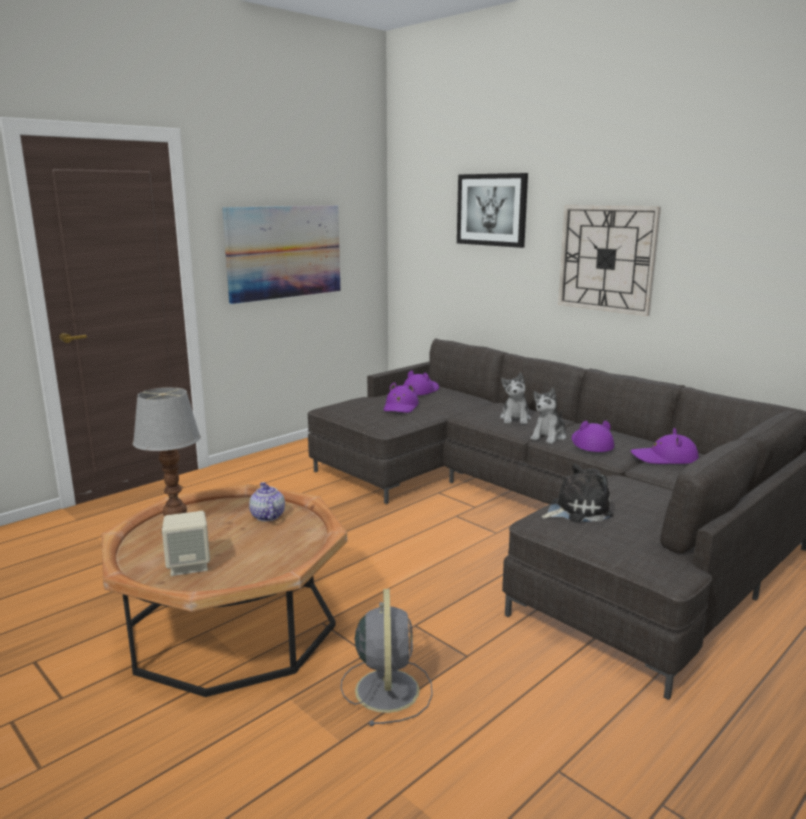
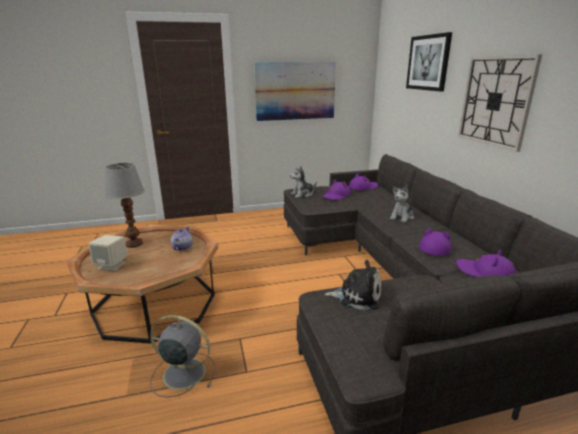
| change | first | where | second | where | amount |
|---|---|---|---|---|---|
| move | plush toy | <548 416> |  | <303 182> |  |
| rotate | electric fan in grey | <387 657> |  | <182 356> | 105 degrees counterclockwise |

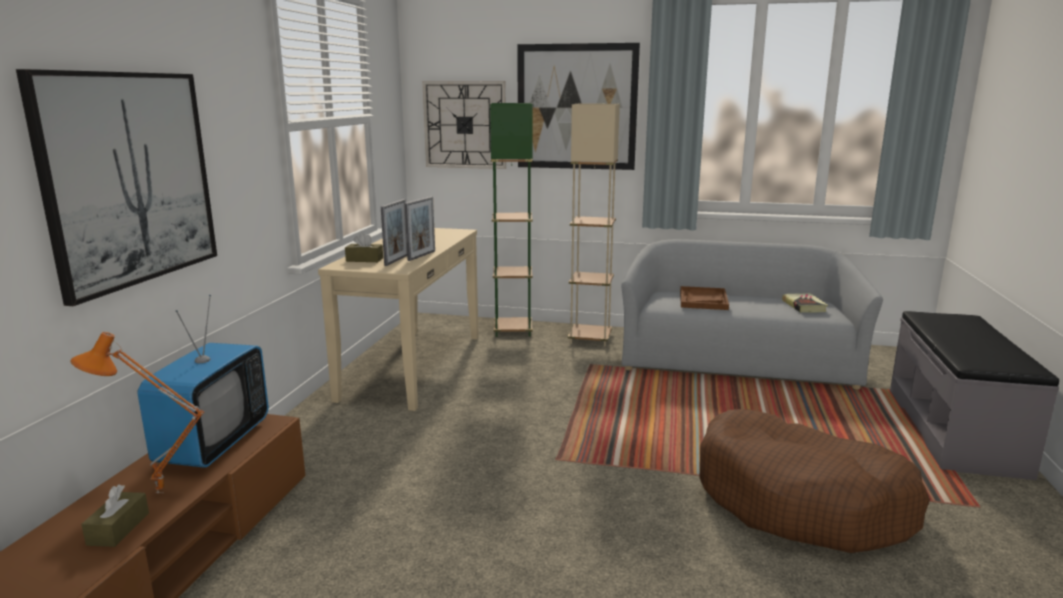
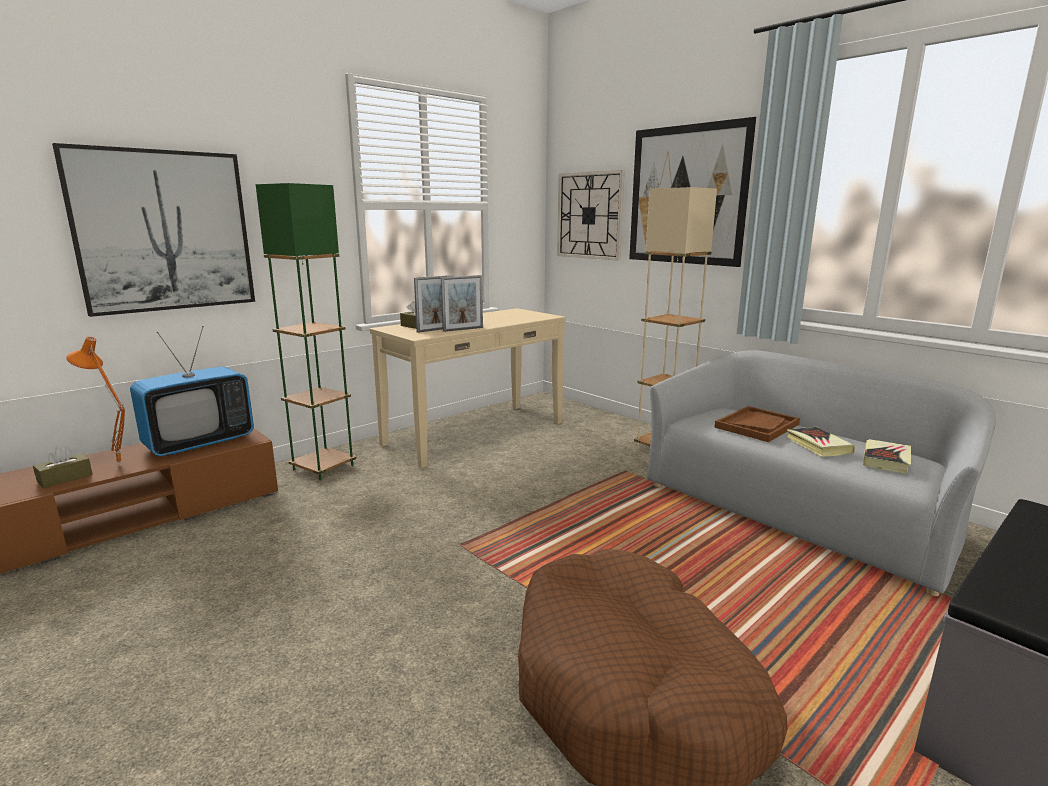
| change | first | where | second | where | amount |
|---|---|---|---|---|---|
| move | standard lamp in green | <511 220> |  | <306 331> |  |
| insert |  |  | bound book | <821 442> |  |

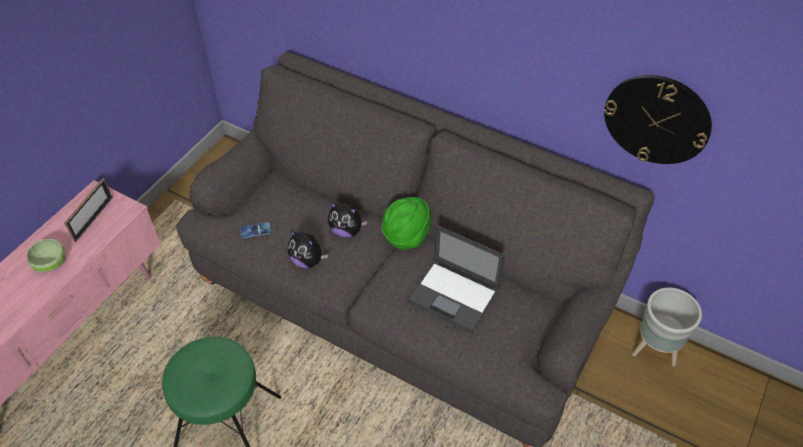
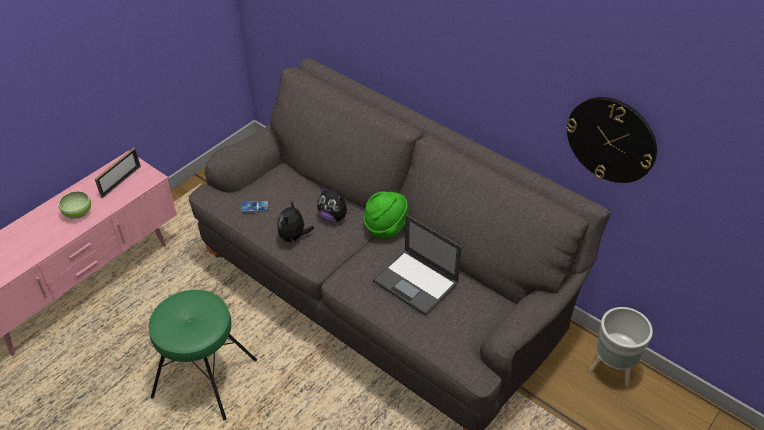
| change | first | where | second | where | amount |
|---|---|---|---|---|---|
| rotate | plush toy | <308 249> |  | <295 222> | 60 degrees clockwise |

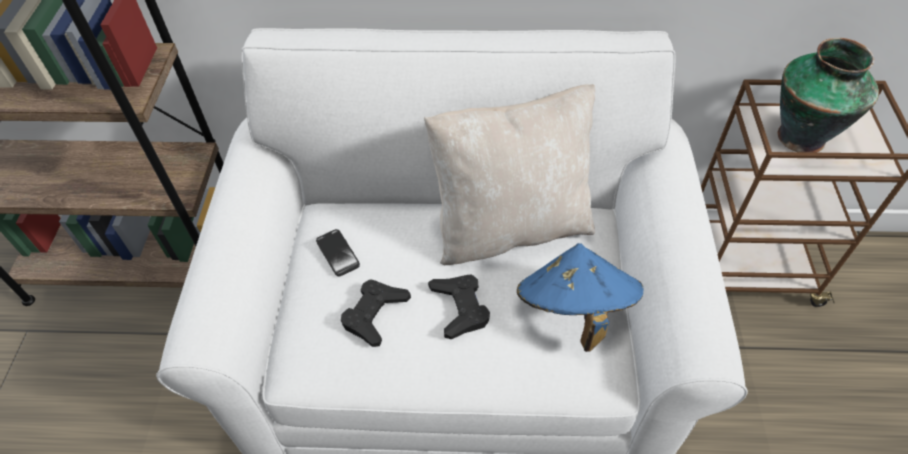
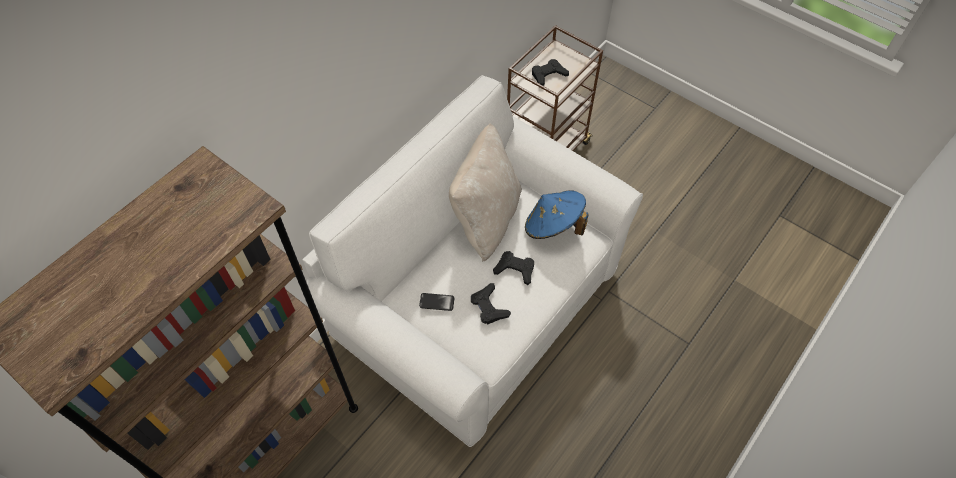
| change | first | where | second | where | amount |
|---|---|---|---|---|---|
| replace | decorative vase | <828 95> | joypad in black | <550 72> |  |

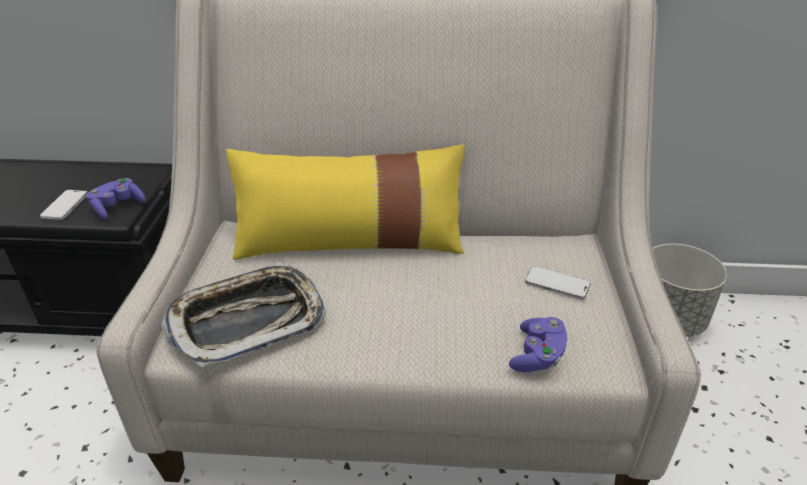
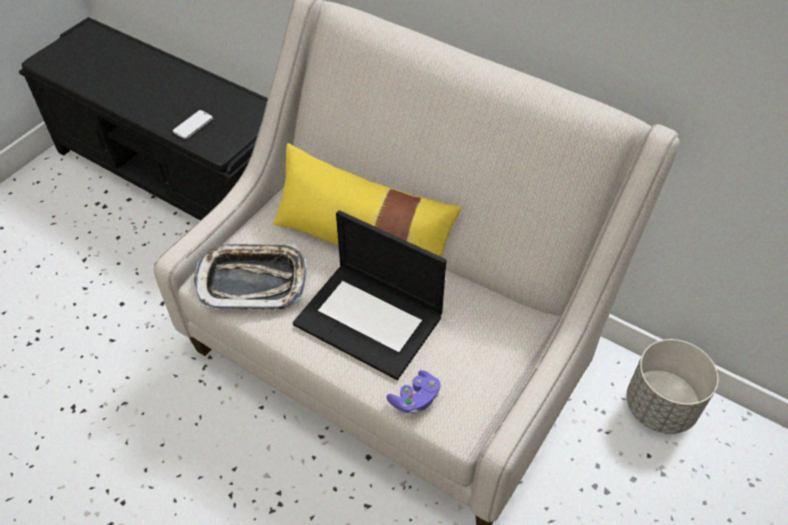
| change | first | where | second | where | amount |
|---|---|---|---|---|---|
| delete | joypad in purple-coloured | <116 199> |  |  |  |
| delete | phone | <558 282> |  |  |  |
| insert |  |  | portable computer | <370 295> |  |

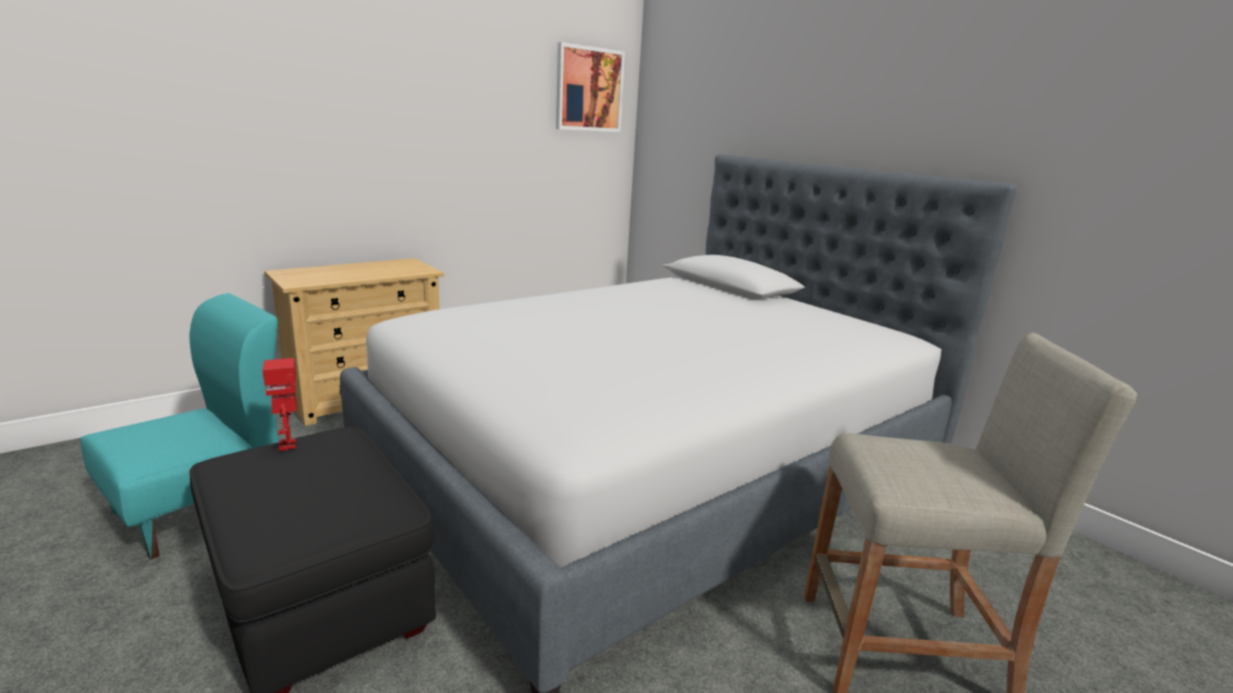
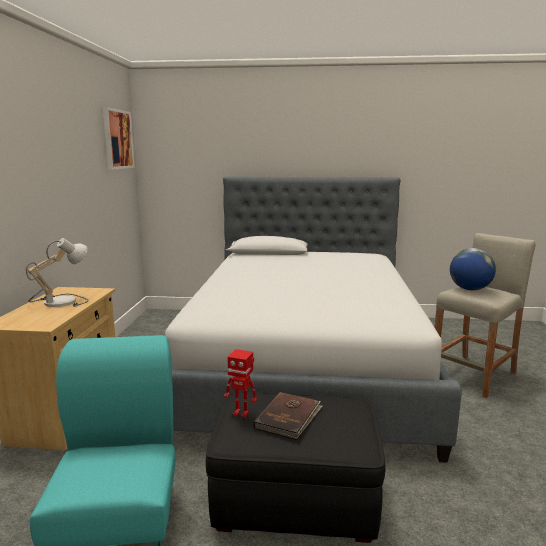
| change | first | where | second | where | amount |
|---|---|---|---|---|---|
| insert |  |  | tabletop lamp | <57 272> |  |
| insert |  |  | world globe | <473 269> |  |
| insert |  |  | bound book in brown | <288 416> |  |

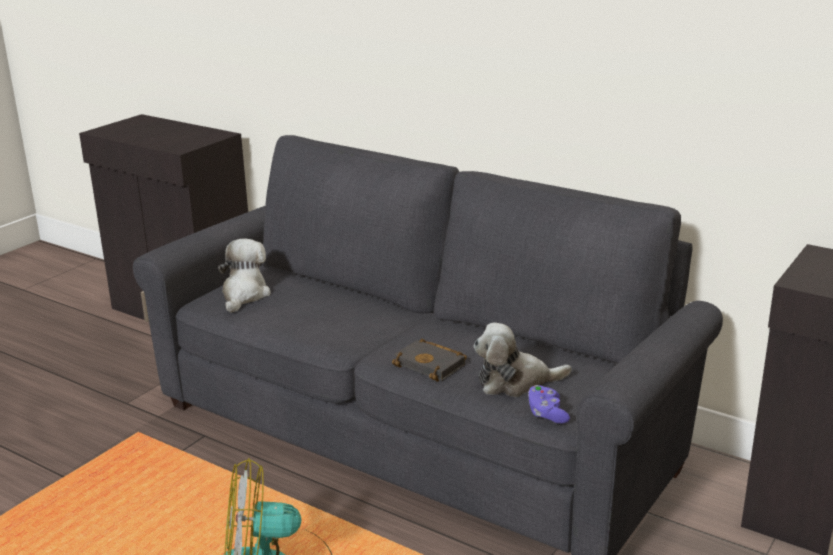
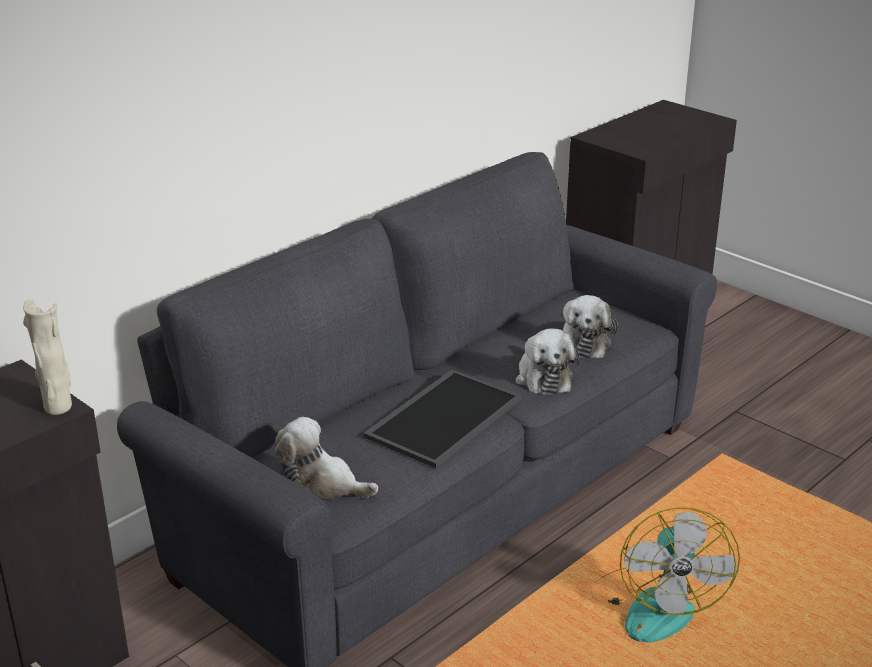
| change | first | where | second | where | amount |
|---|---|---|---|---|---|
| replace | bound book in black | <429 360> | plush toy | <548 361> |  |
| delete | joypad in purple-coloured | <549 404> |  |  |  |
| insert |  |  | decorative vase in beige-coloured | <47 357> |  |
| insert |  |  | serving tray | <442 419> |  |

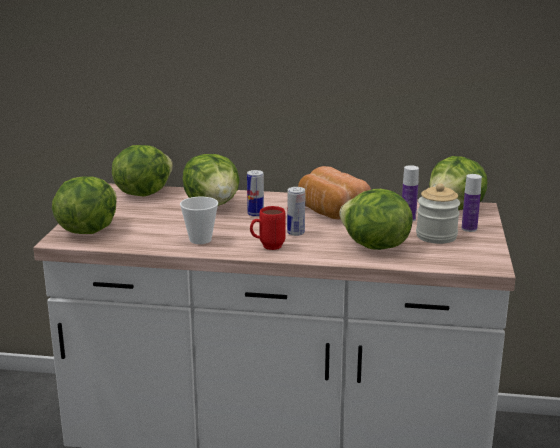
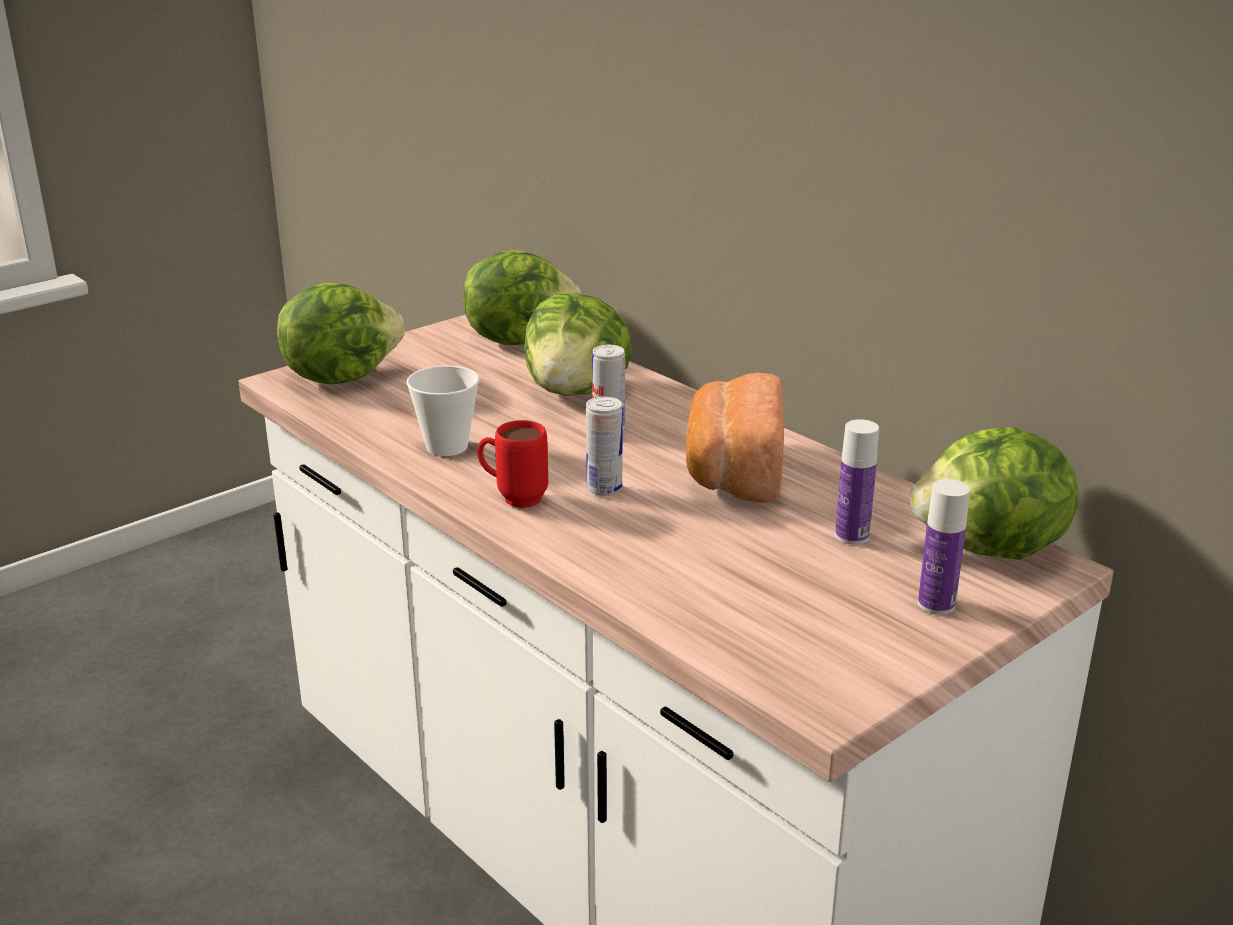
| change | first | where | second | where | amount |
|---|---|---|---|---|---|
| delete | jar | <438 214> |  |  |  |
| delete | lettuce head | <376 219> |  |  |  |

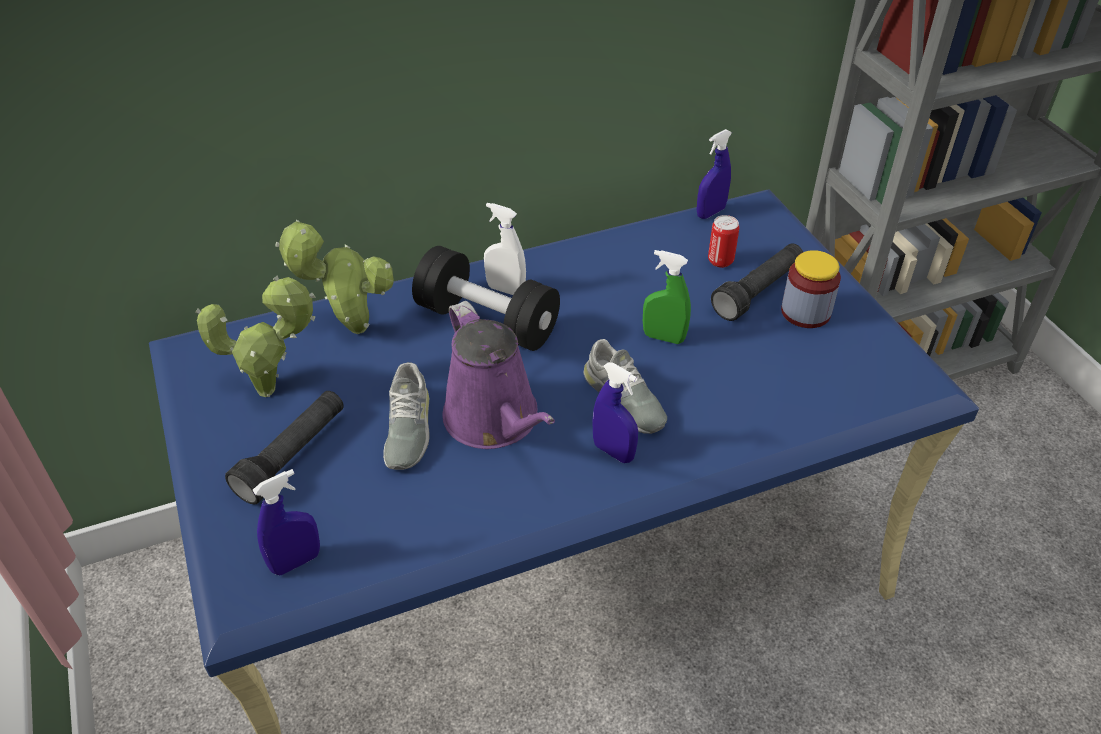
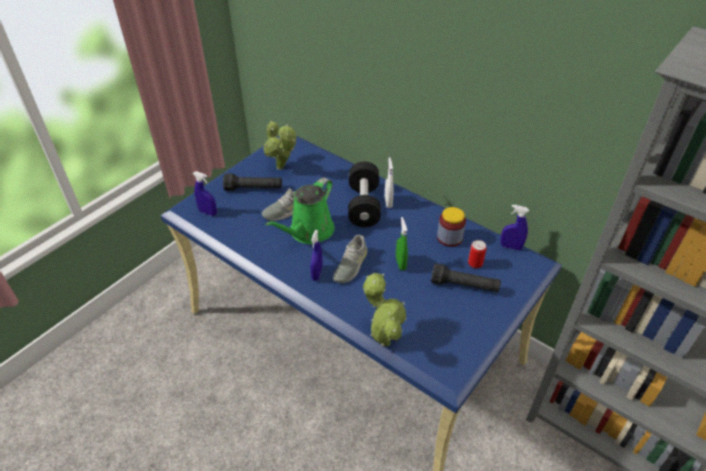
| change | first | where | second | where | amount |
|---|---|---|---|---|---|
| move | plant in a pot | <334 277> |  | <385 310> |  |
| move | jar | <811 289> |  | <451 227> |  |
| recolor | sprinkling can in purple-coloured | <498 375> | sprinkling can in green | <300 211> |  |

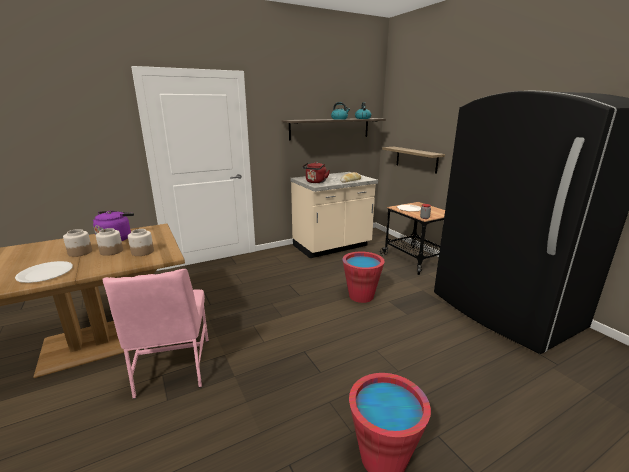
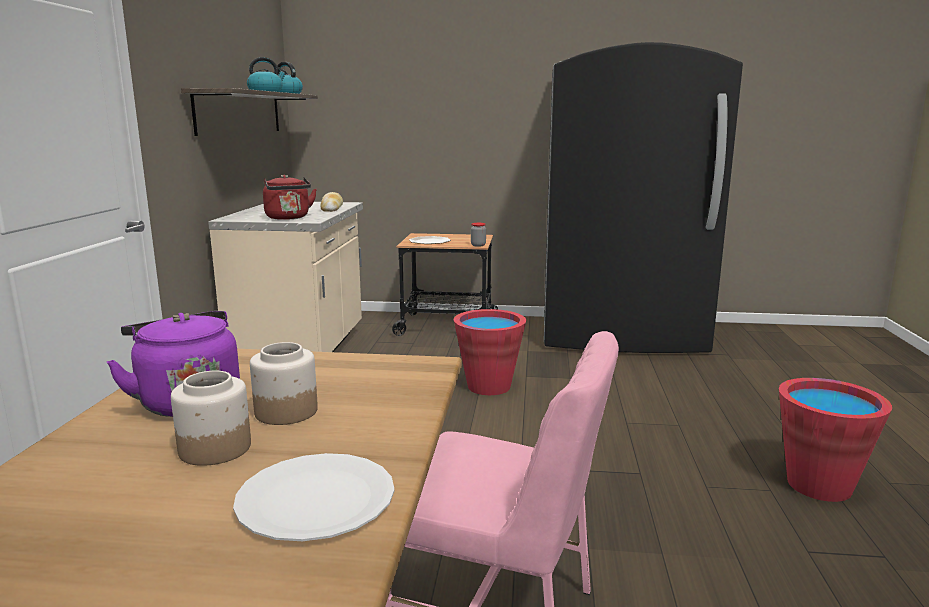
| change | first | where | second | where | amount |
|---|---|---|---|---|---|
| delete | wall shelf | <413 160> |  |  |  |
| delete | jar | <141 242> |  |  |  |

